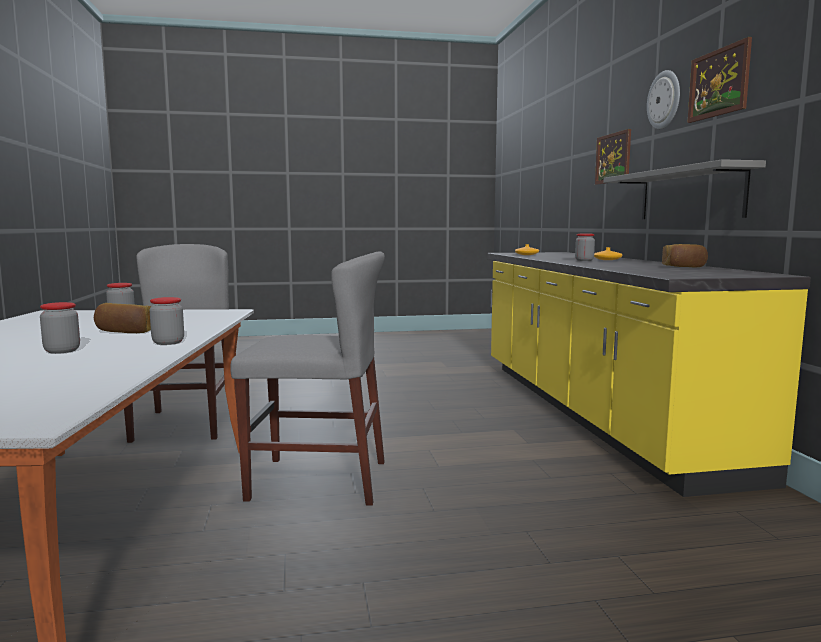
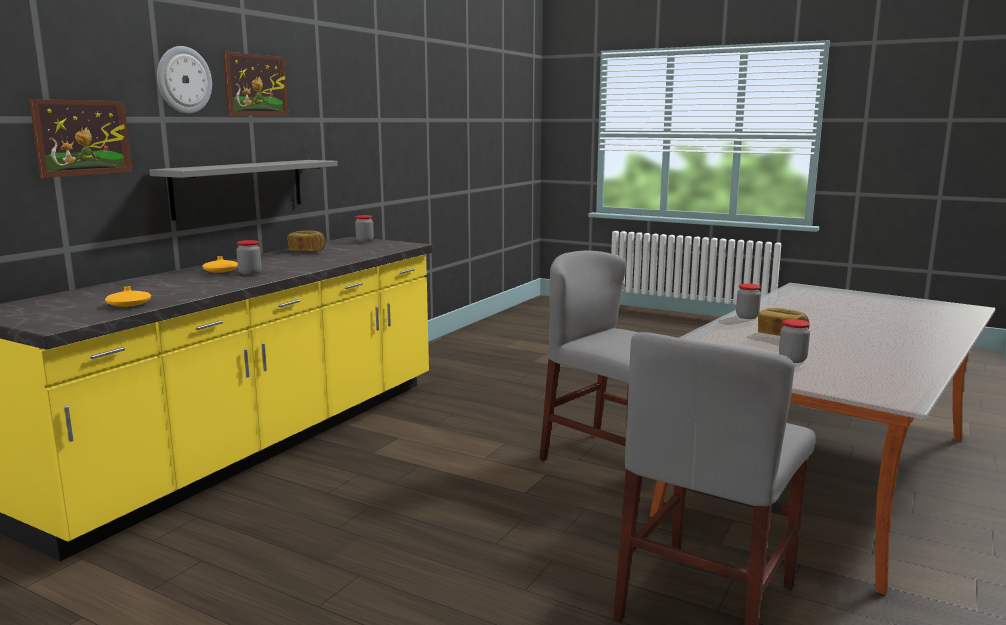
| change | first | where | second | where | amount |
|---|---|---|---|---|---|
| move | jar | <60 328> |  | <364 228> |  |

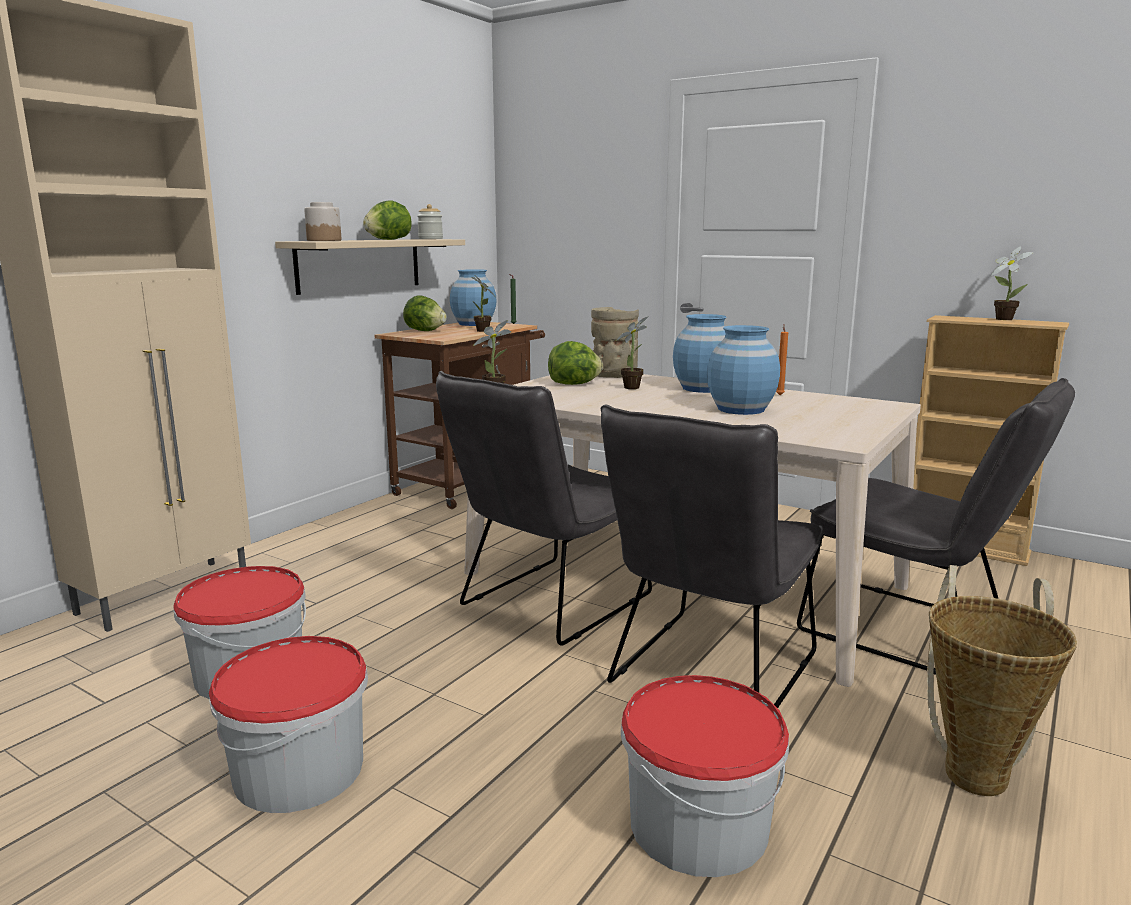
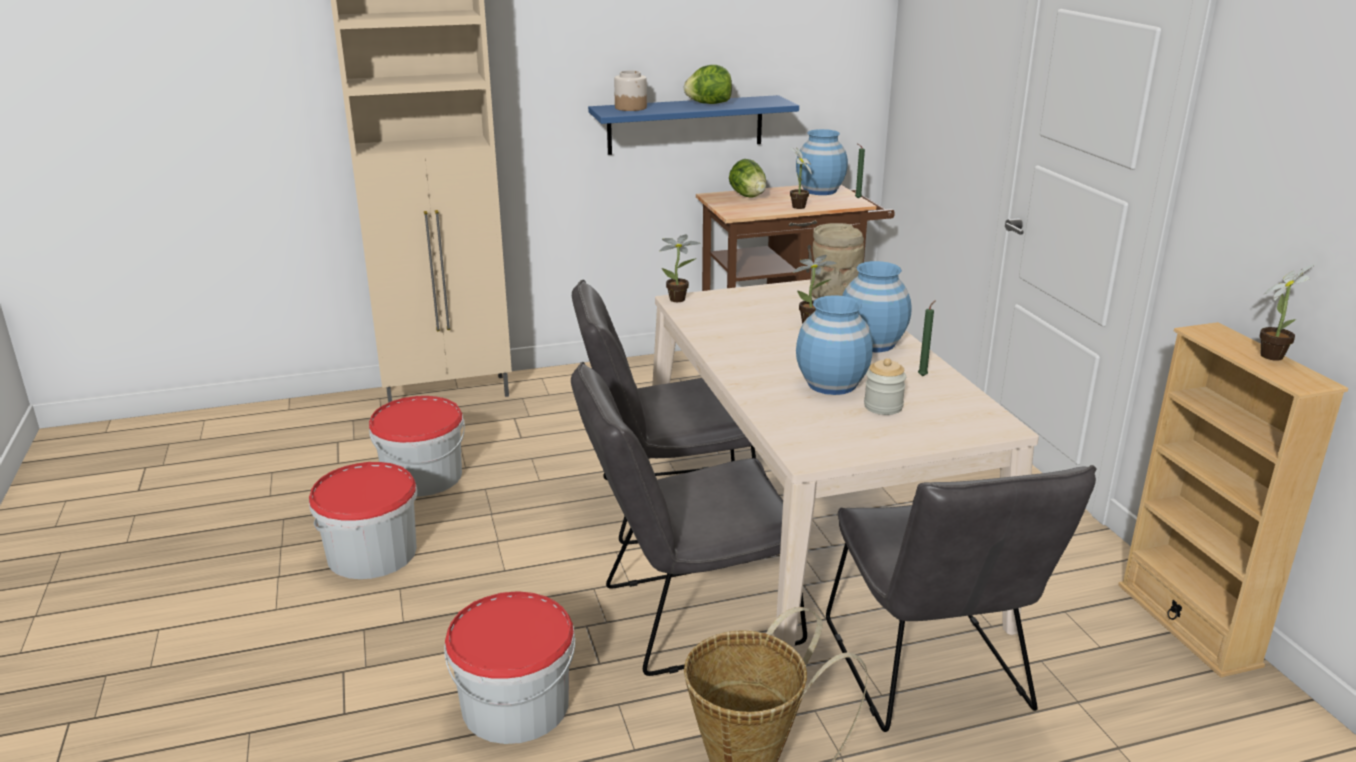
| change | first | where | second | where | amount |
|---|---|---|---|---|---|
| move | jar | <430 221> |  | <885 386> |  |
| recolor | wall shelf in beige-coloured | <370 267> | wall shelf in blue-coloured | <693 125> |  |
| recolor | wax candle in orange-coloured | <782 359> | wax candle in green | <927 338> |  |
| delete | lettuce head | <575 363> |  |  |  |

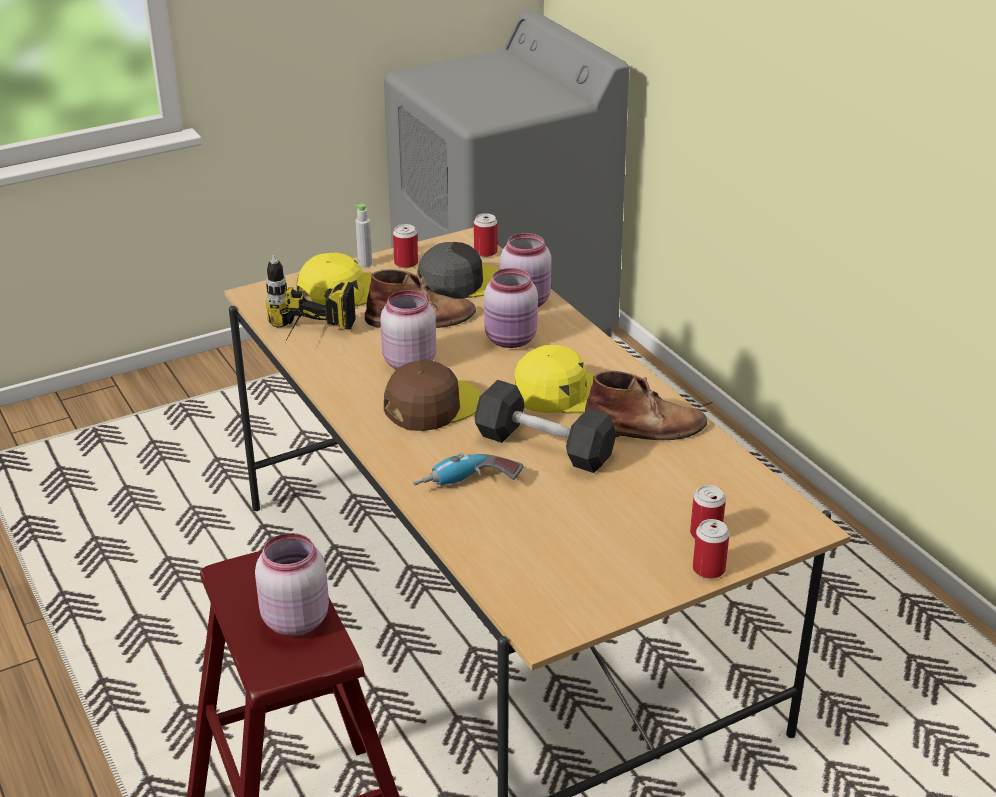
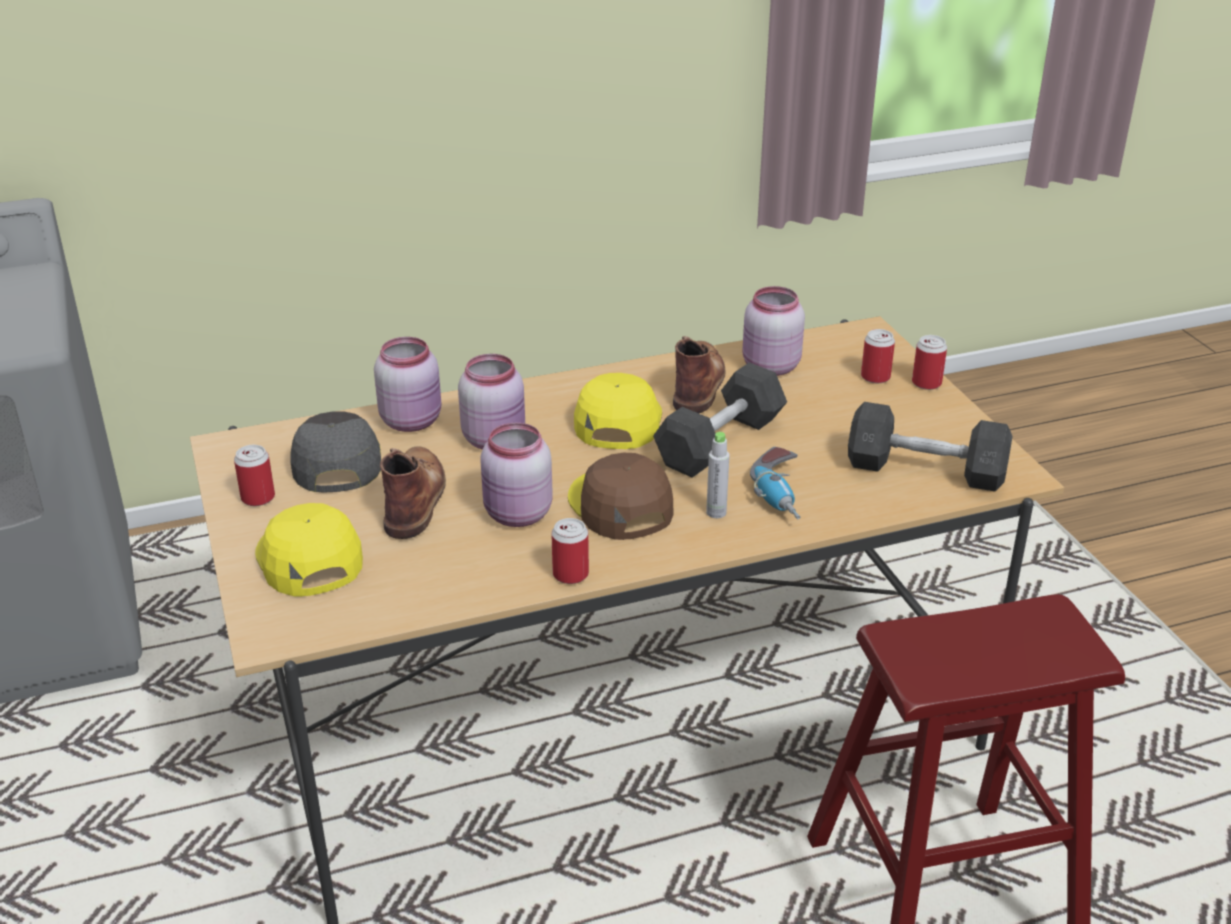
| change | first | where | second | where | amount |
|---|---|---|---|---|---|
| move | bottle in grey | <363 236> |  | <718 475> |  |
| move | sealed can | <486 235> |  | <570 551> |  |
| delete | power drill | <310 299> |  |  |  |
| move | jar in pink-coloured | <292 584> |  | <773 331> |  |
| insert |  |  | free weight in grey | <930 447> |  |

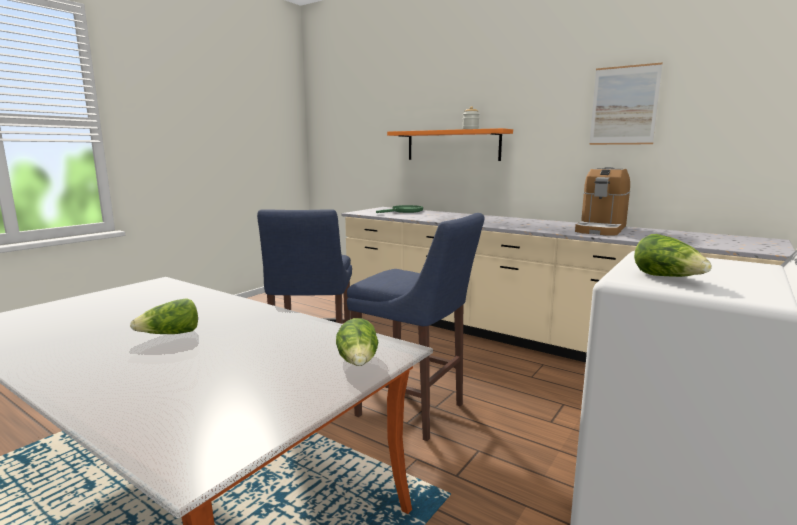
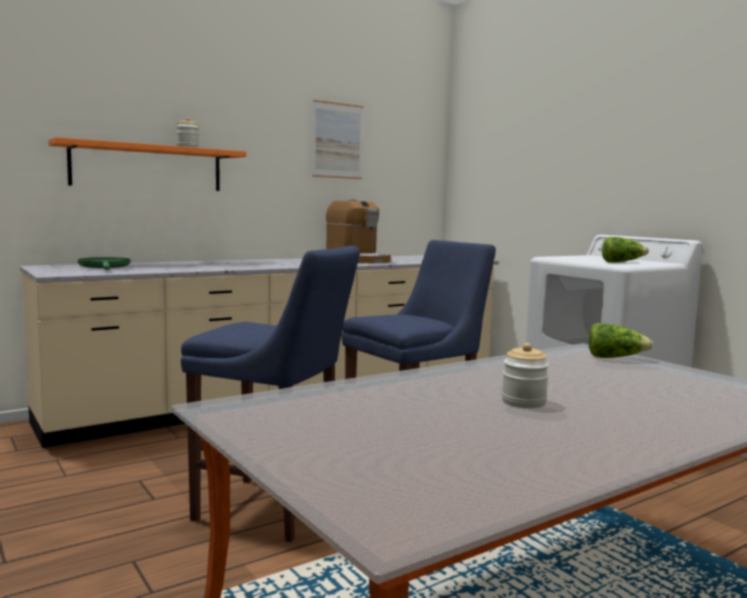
| change | first | where | second | where | amount |
|---|---|---|---|---|---|
| replace | lettuce head | <164 316> | jar | <525 375> |  |

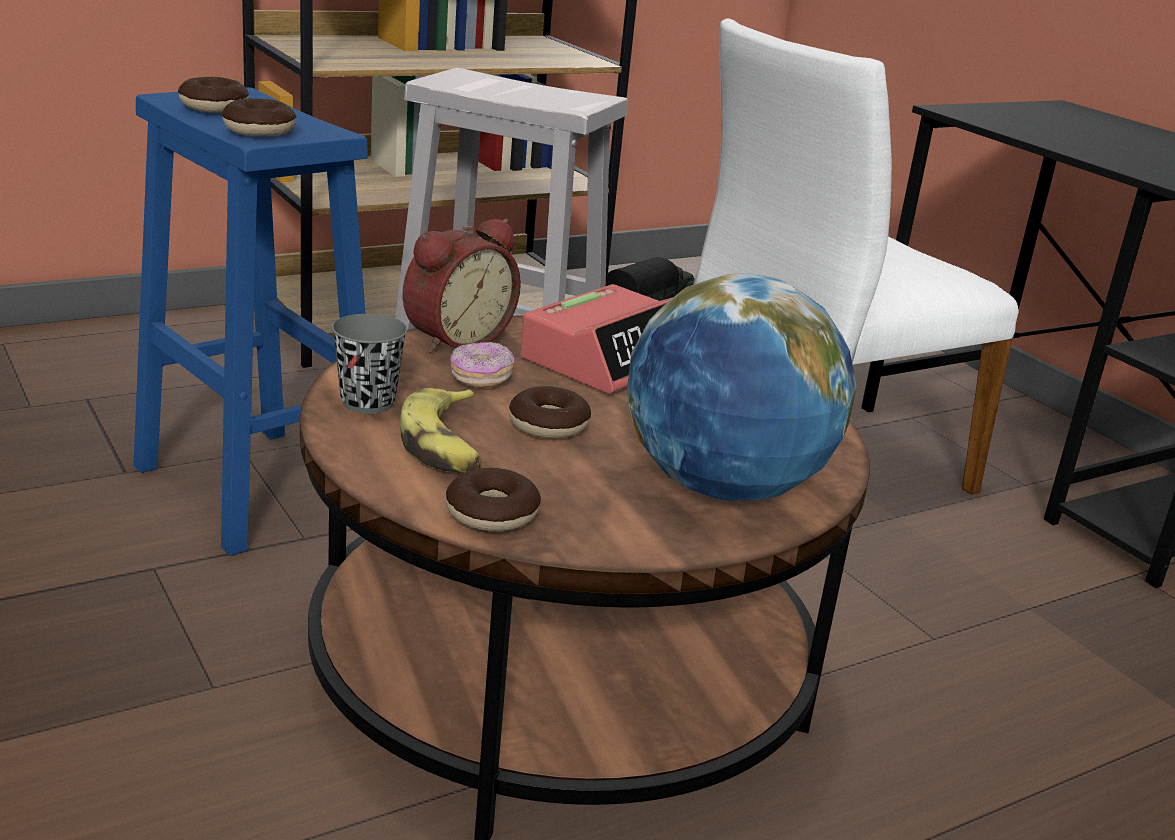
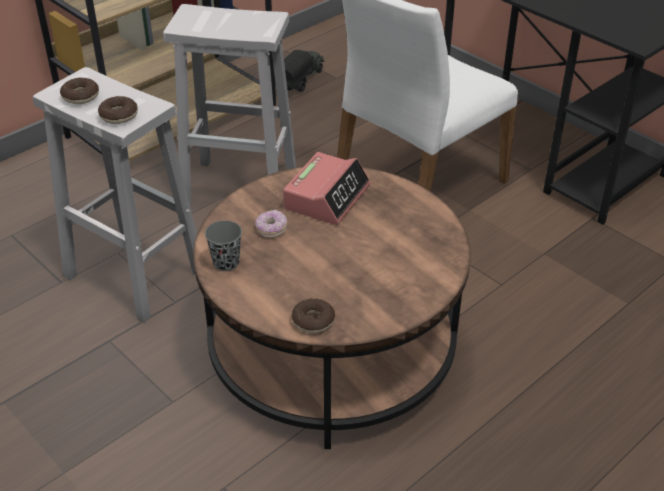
| change | first | where | second | where | amount |
|---|---|---|---|---|---|
| recolor | stool seat in blue-coloured | <251 321> | stool seat in white | <115 195> |  |
| delete | bedside clock | <461 286> |  |  |  |
| delete | world globe | <742 387> |  |  |  |
| delete | ring doughnut | <550 412> |  |  |  |
| delete | whole banana | <441 430> |  |  |  |

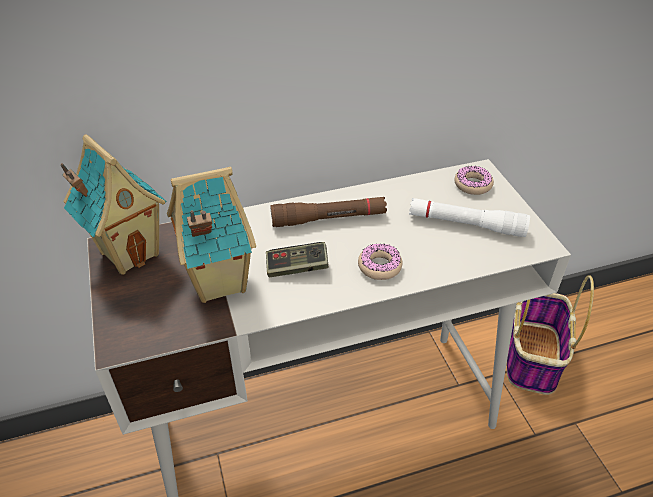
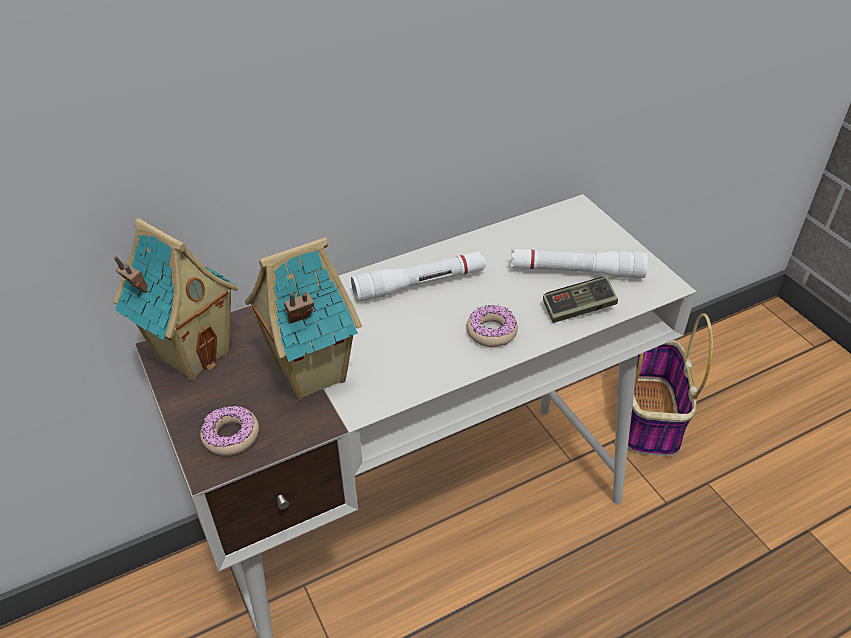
| change | first | where | second | where | amount |
|---|---|---|---|---|---|
| move | ring doughnut | <474 180> |  | <229 430> |  |
| recolor | flashlight in brown | <328 212> | flashlight in white | <418 276> |  |
| move | joypad | <297 259> |  | <580 299> |  |

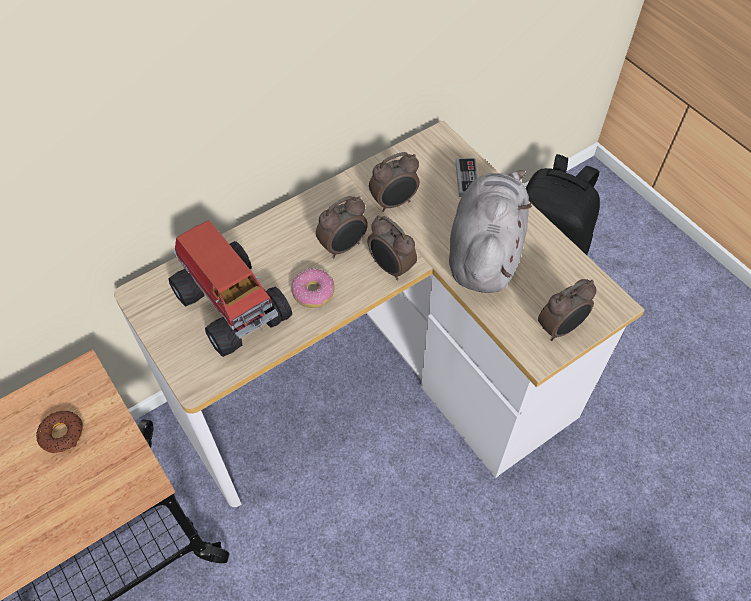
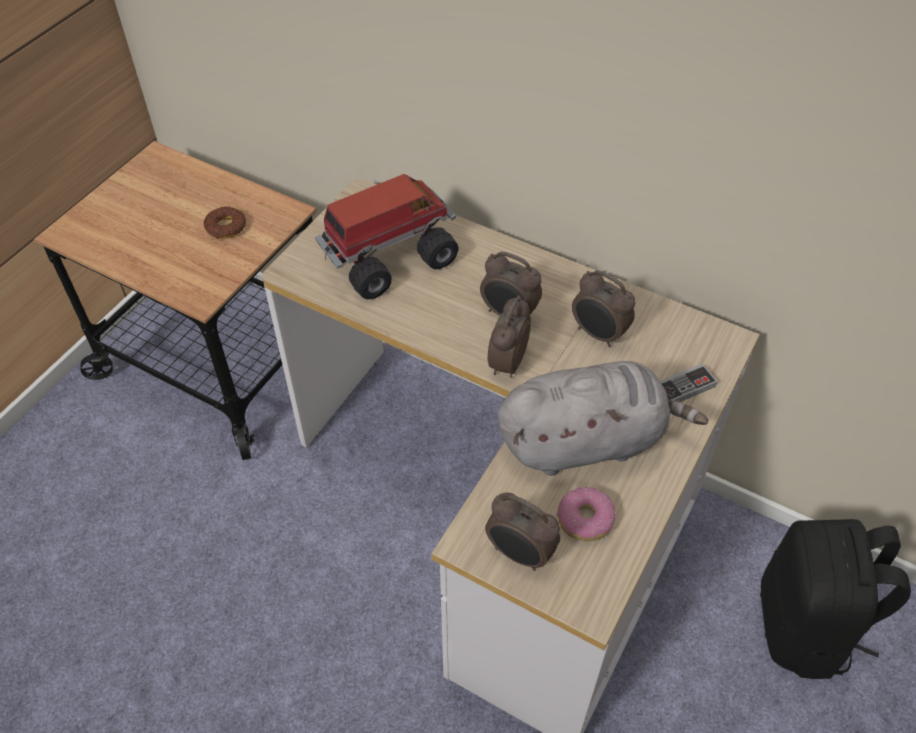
| change | first | where | second | where | amount |
|---|---|---|---|---|---|
| rotate | model truck | <230 288> |  | <387 236> | 150 degrees counterclockwise |
| move | ring doughnut | <313 288> |  | <586 514> |  |

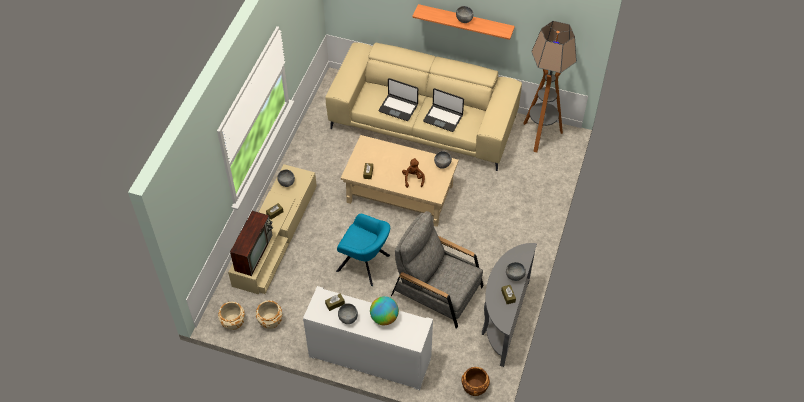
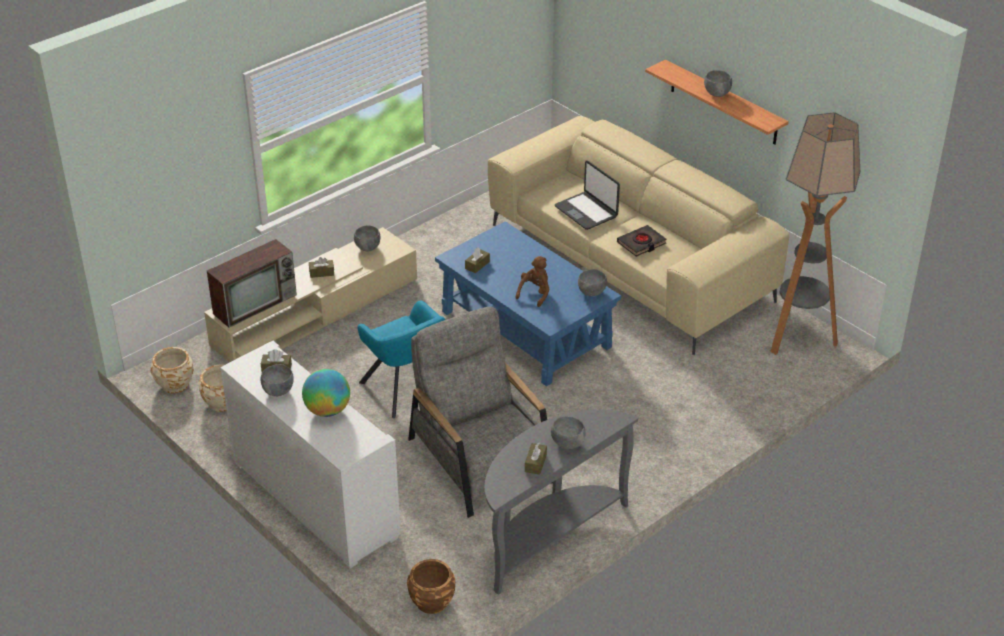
| change | first | where | second | where | amount |
|---|---|---|---|---|---|
| replace | portable computer | <443 110> | bound book in black | <641 241> |  |
| recolor | coffee table in beige-coloured | <400 181> | coffee table in blue-coloured | <528 303> |  |

